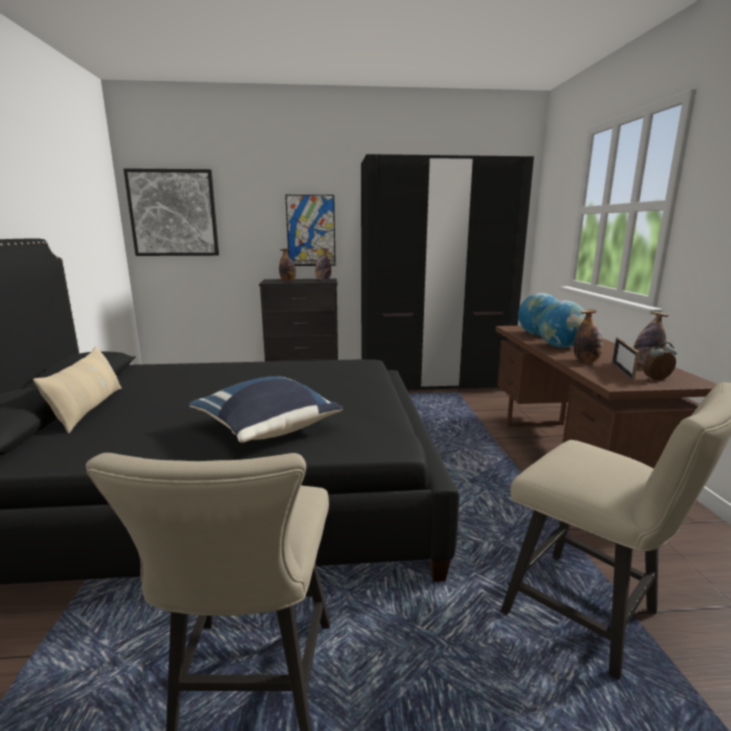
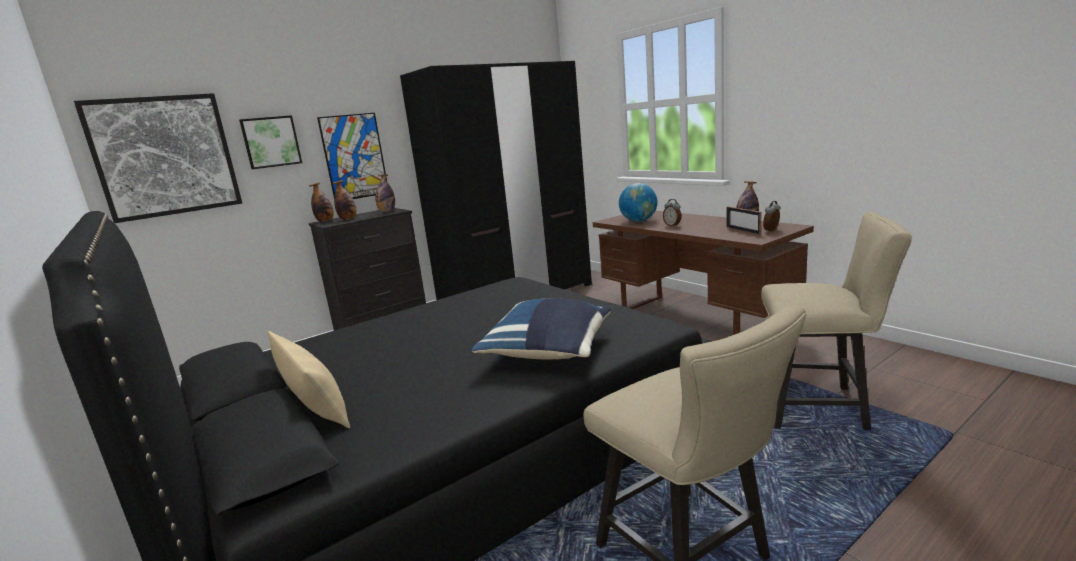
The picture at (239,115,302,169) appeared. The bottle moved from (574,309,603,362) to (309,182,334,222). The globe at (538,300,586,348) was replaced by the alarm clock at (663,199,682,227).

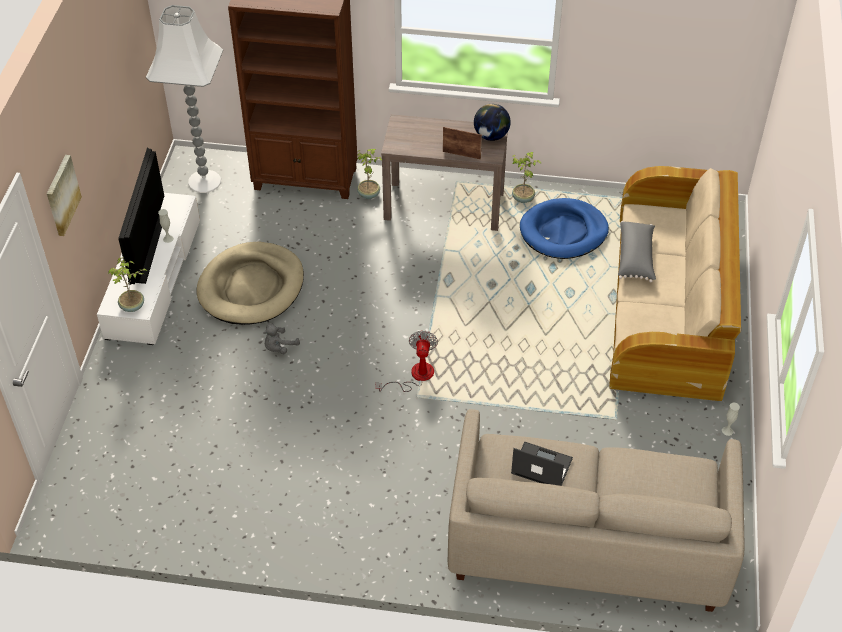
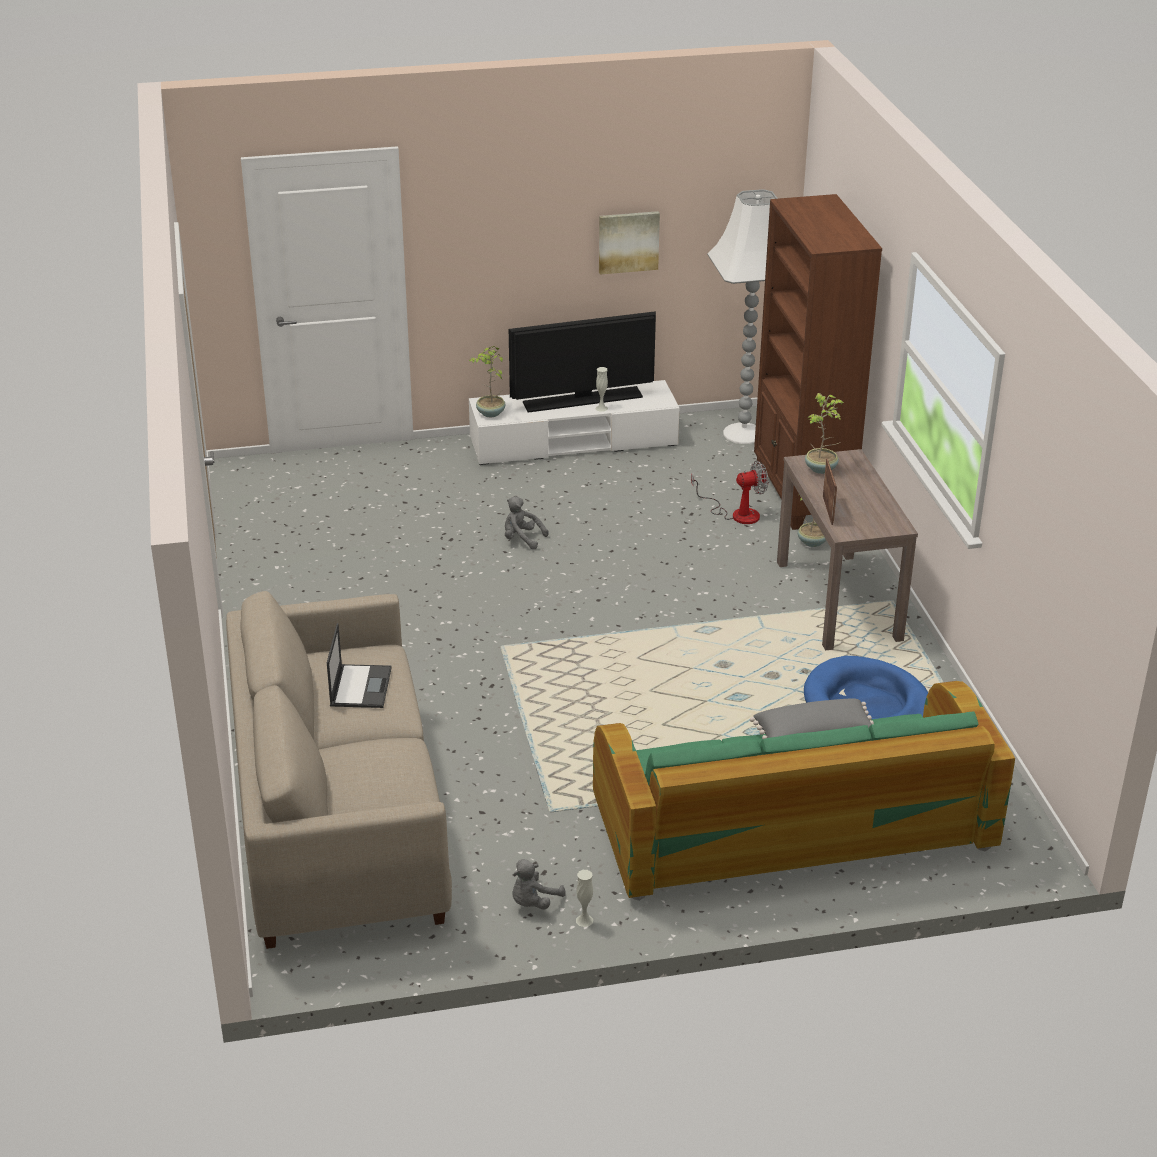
The dog bed in beige at (197,241,304,325) disappeared. The globe at (474,104,511,141) disappeared. The plush toy in grey at (513,859,566,910) appeared. The picture moved from (47,155,82,236) to (599,211,660,274). The fan moved from (376,330,438,392) to (691,461,768,524). The potted plant moved from (512,152,541,203) to (805,393,844,474). The sofa in beige at (609,166,741,402) became the sofa in green at (593,681,1015,901).

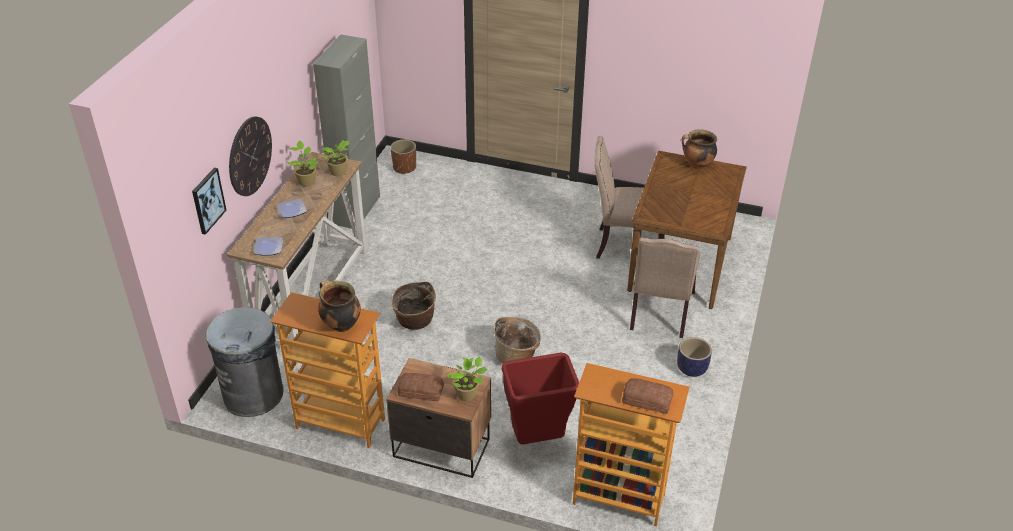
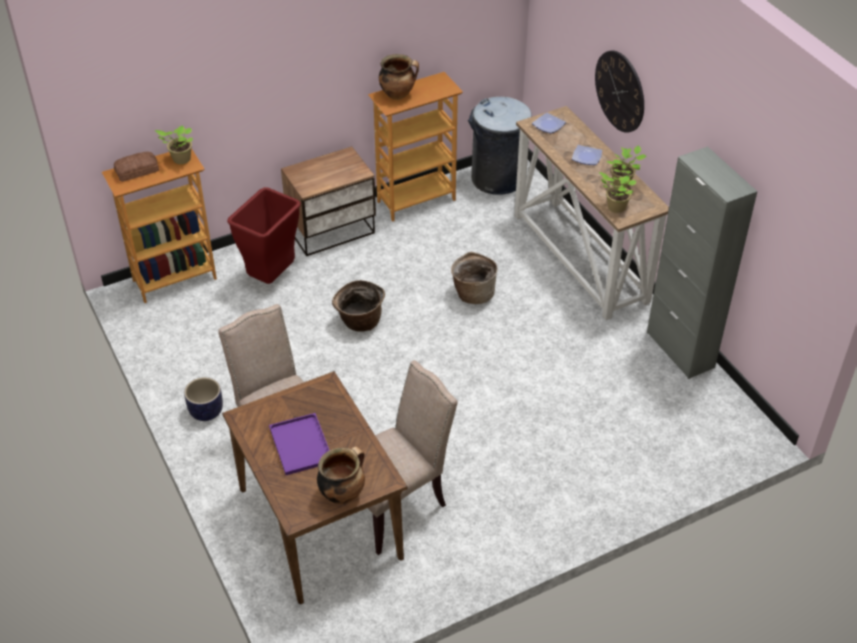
The picture at (192,168,227,235) disappeared. The planter in brown at (390,139,416,174) disappeared. The bread at (398,373,444,401) disappeared. The tray in purple at (269,413,329,475) appeared. The potted plant moved from (447,357,487,401) to (155,125,193,164).

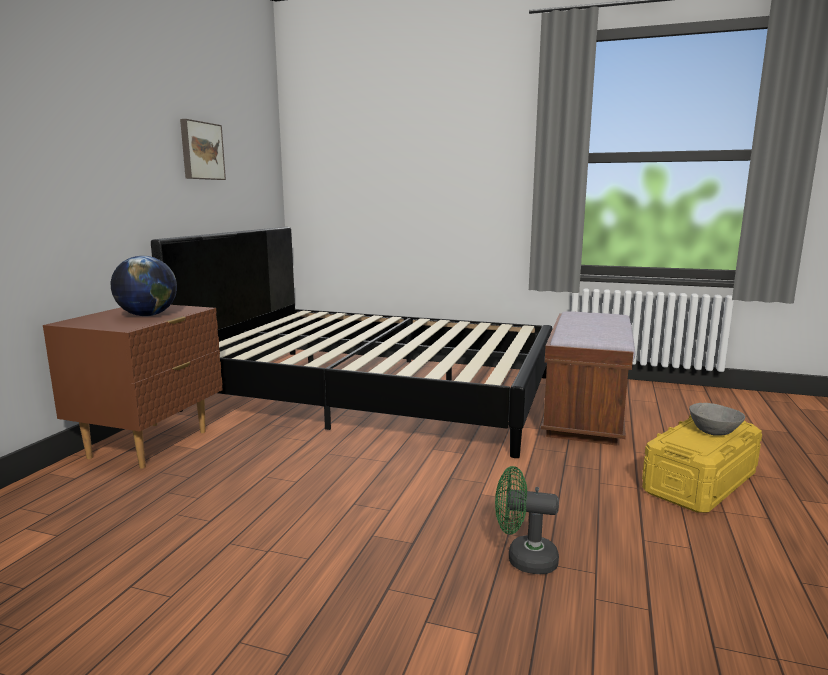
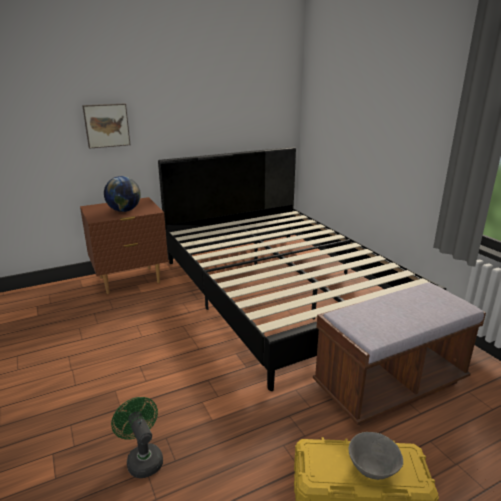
The picture moved from (180,119,226,180) to (82,104,130,149).

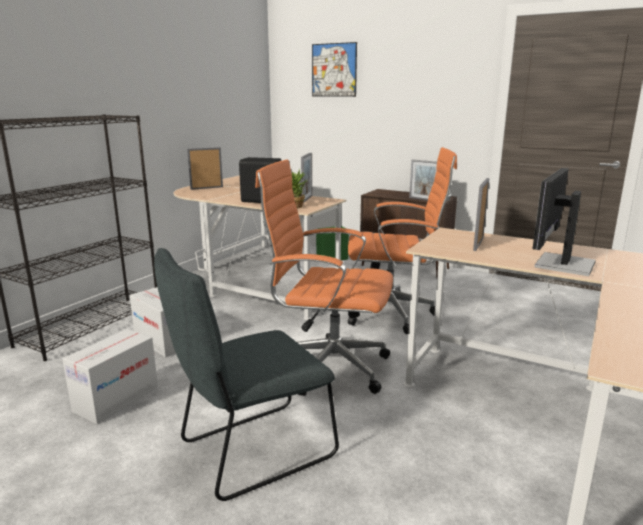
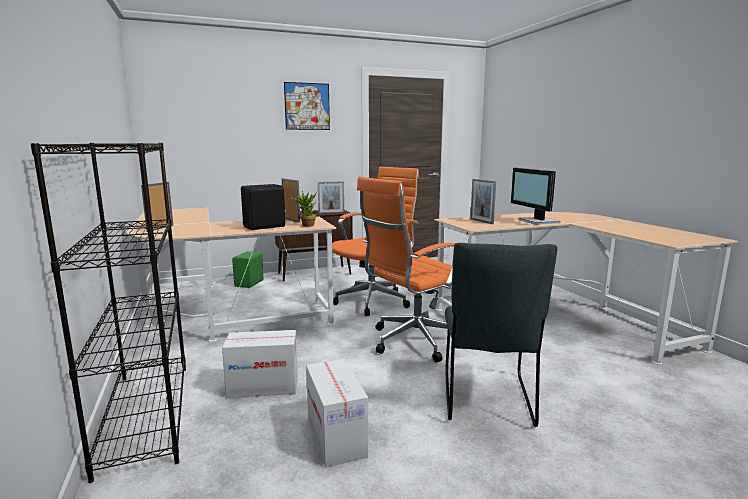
The picture moved from (312,42,357,97) to (284,82,330,130).

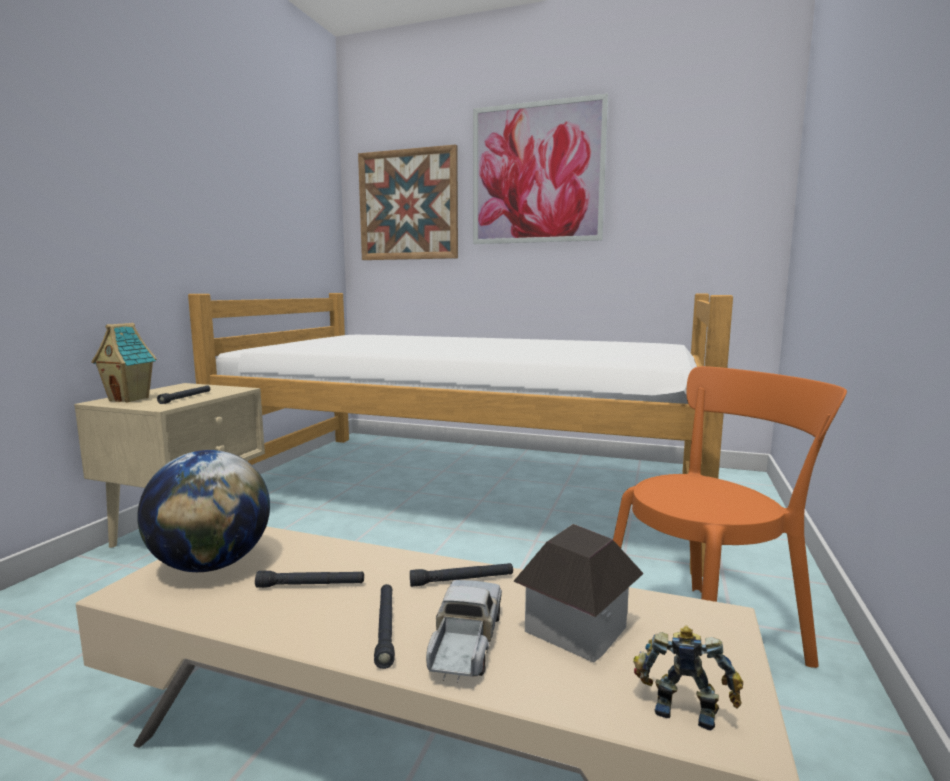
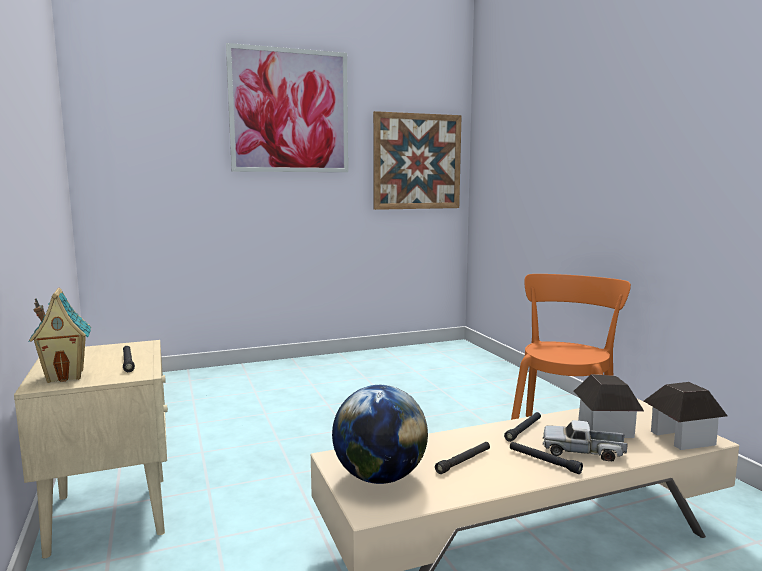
The bed at (188,293,733,577) disappeared. The picture moved from (358,144,458,260) to (373,111,462,210). The toy robot at (633,625,743,731) was replaced by the toy house at (644,382,727,450). The toy truck at (426,580,502,683) turned 45 degrees counterclockwise.

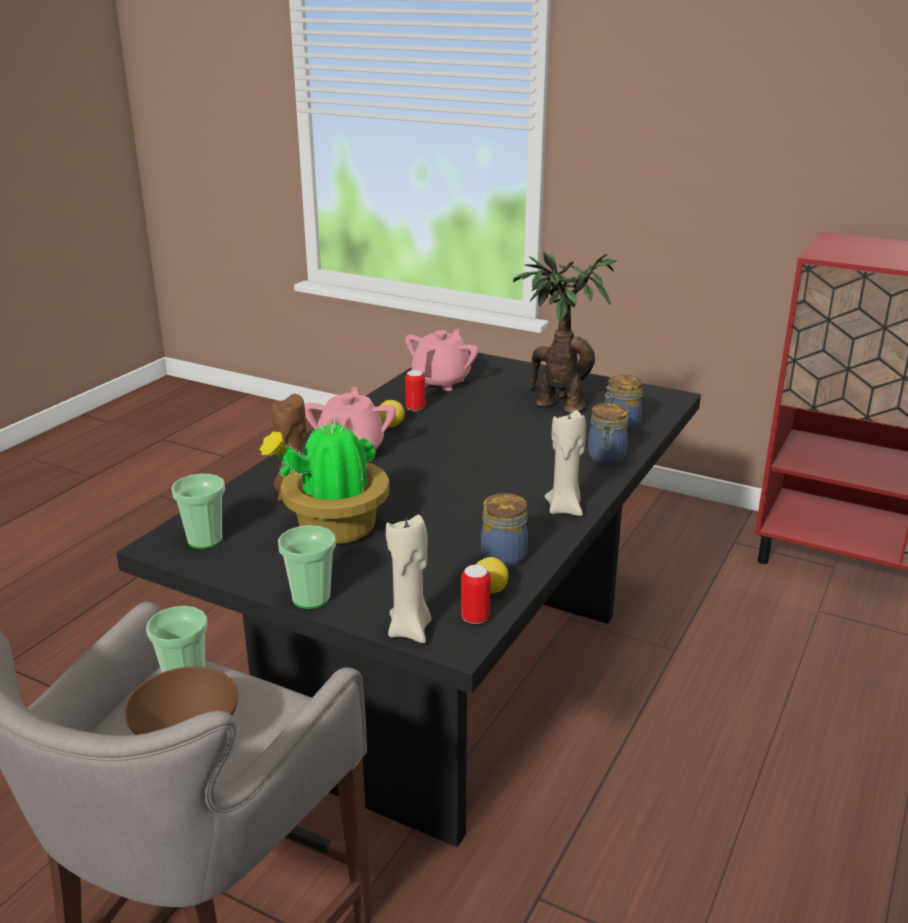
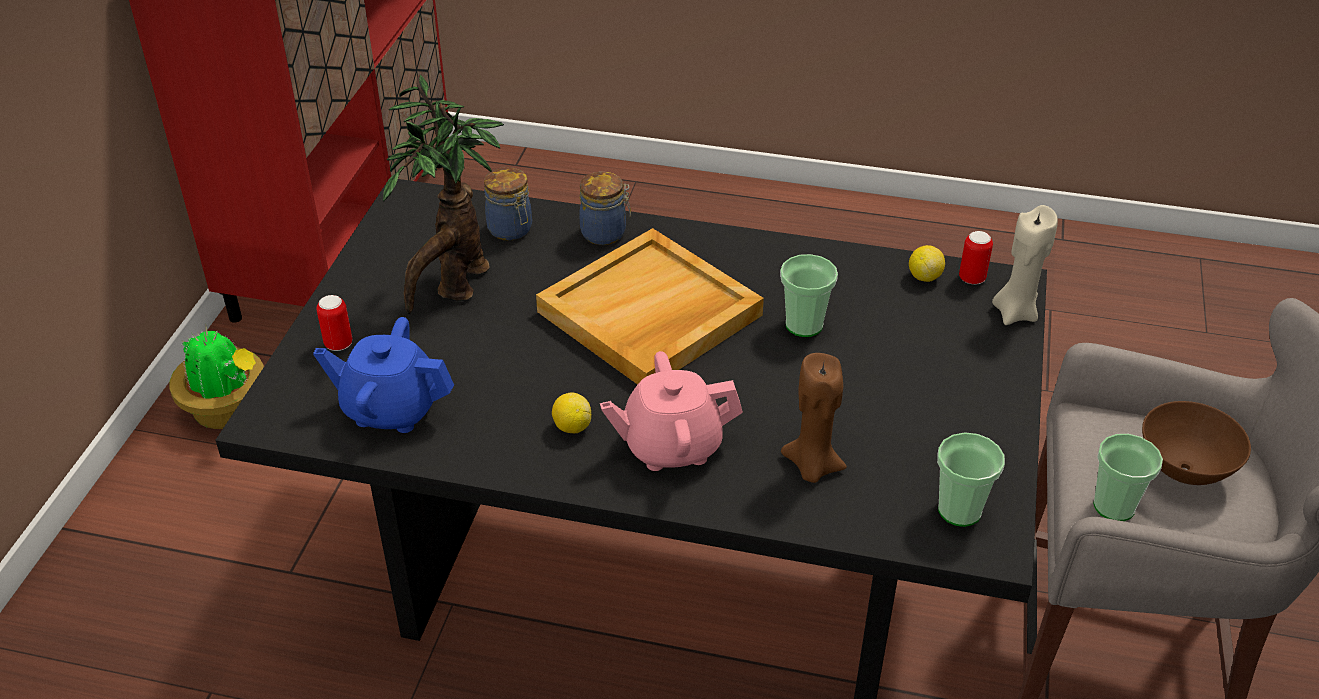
The jar at (481,493,528,567) disappeared. The candle in beige at (544,410,586,516) disappeared. The tray in beige at (536,228,764,385) appeared. The potted plant moved from (260,417,390,544) to (169,326,264,429). The cup moved from (278,525,336,609) to (780,254,838,337). The can moved from (405,370,425,411) to (317,295,352,351). The teapot in pink at (405,329,479,391) became the teapot in blue at (313,317,454,433).

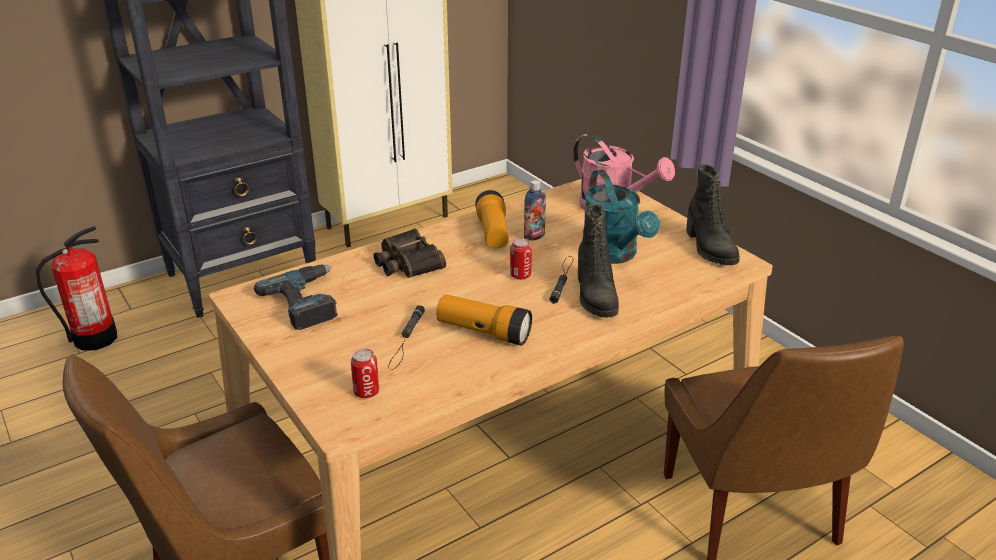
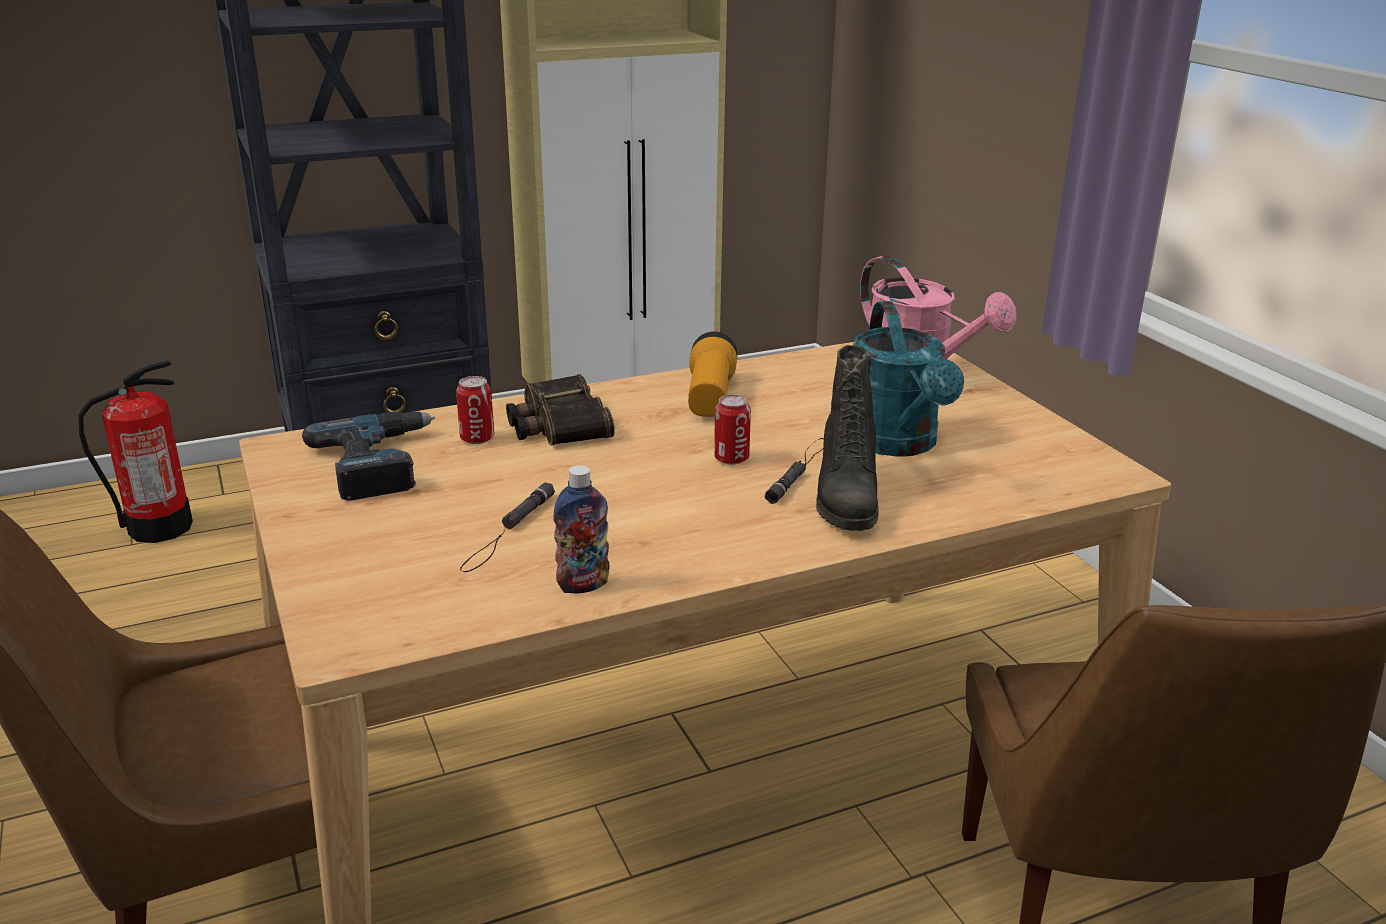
The flashlight at (437,294,532,345) disappeared. The boot in black at (686,164,740,265) disappeared. The can moved from (351,348,380,398) to (456,376,494,444). The bottle moved from (524,180,546,241) to (553,465,609,594).

